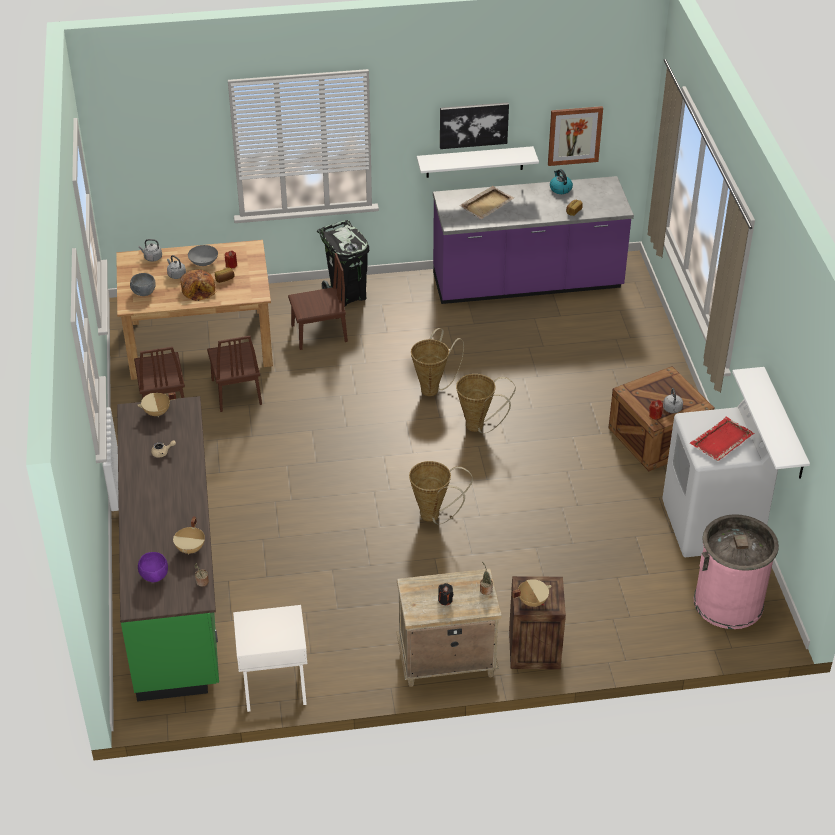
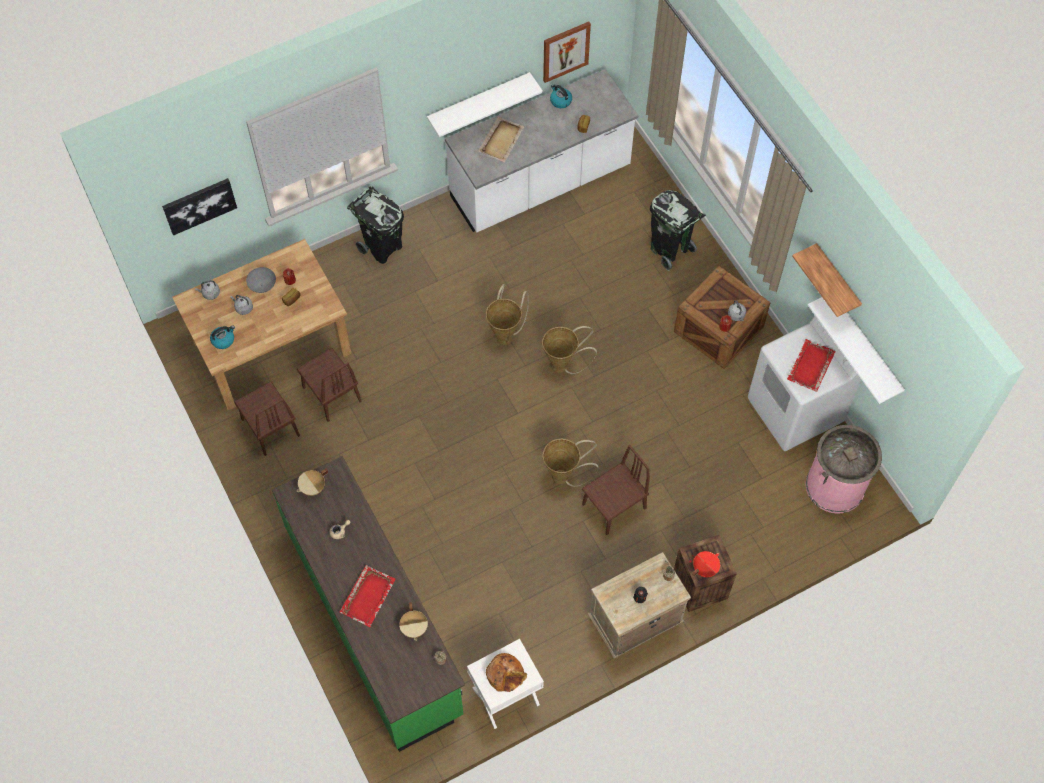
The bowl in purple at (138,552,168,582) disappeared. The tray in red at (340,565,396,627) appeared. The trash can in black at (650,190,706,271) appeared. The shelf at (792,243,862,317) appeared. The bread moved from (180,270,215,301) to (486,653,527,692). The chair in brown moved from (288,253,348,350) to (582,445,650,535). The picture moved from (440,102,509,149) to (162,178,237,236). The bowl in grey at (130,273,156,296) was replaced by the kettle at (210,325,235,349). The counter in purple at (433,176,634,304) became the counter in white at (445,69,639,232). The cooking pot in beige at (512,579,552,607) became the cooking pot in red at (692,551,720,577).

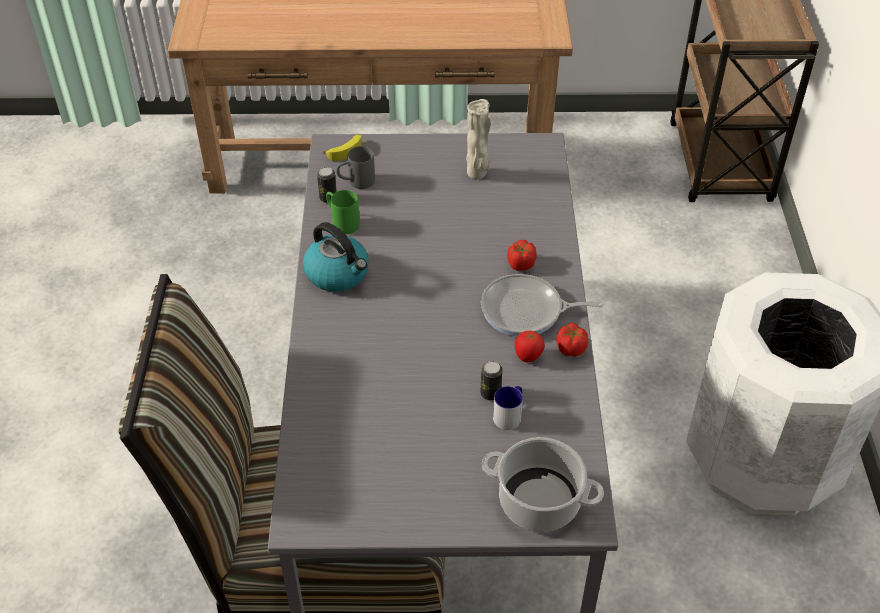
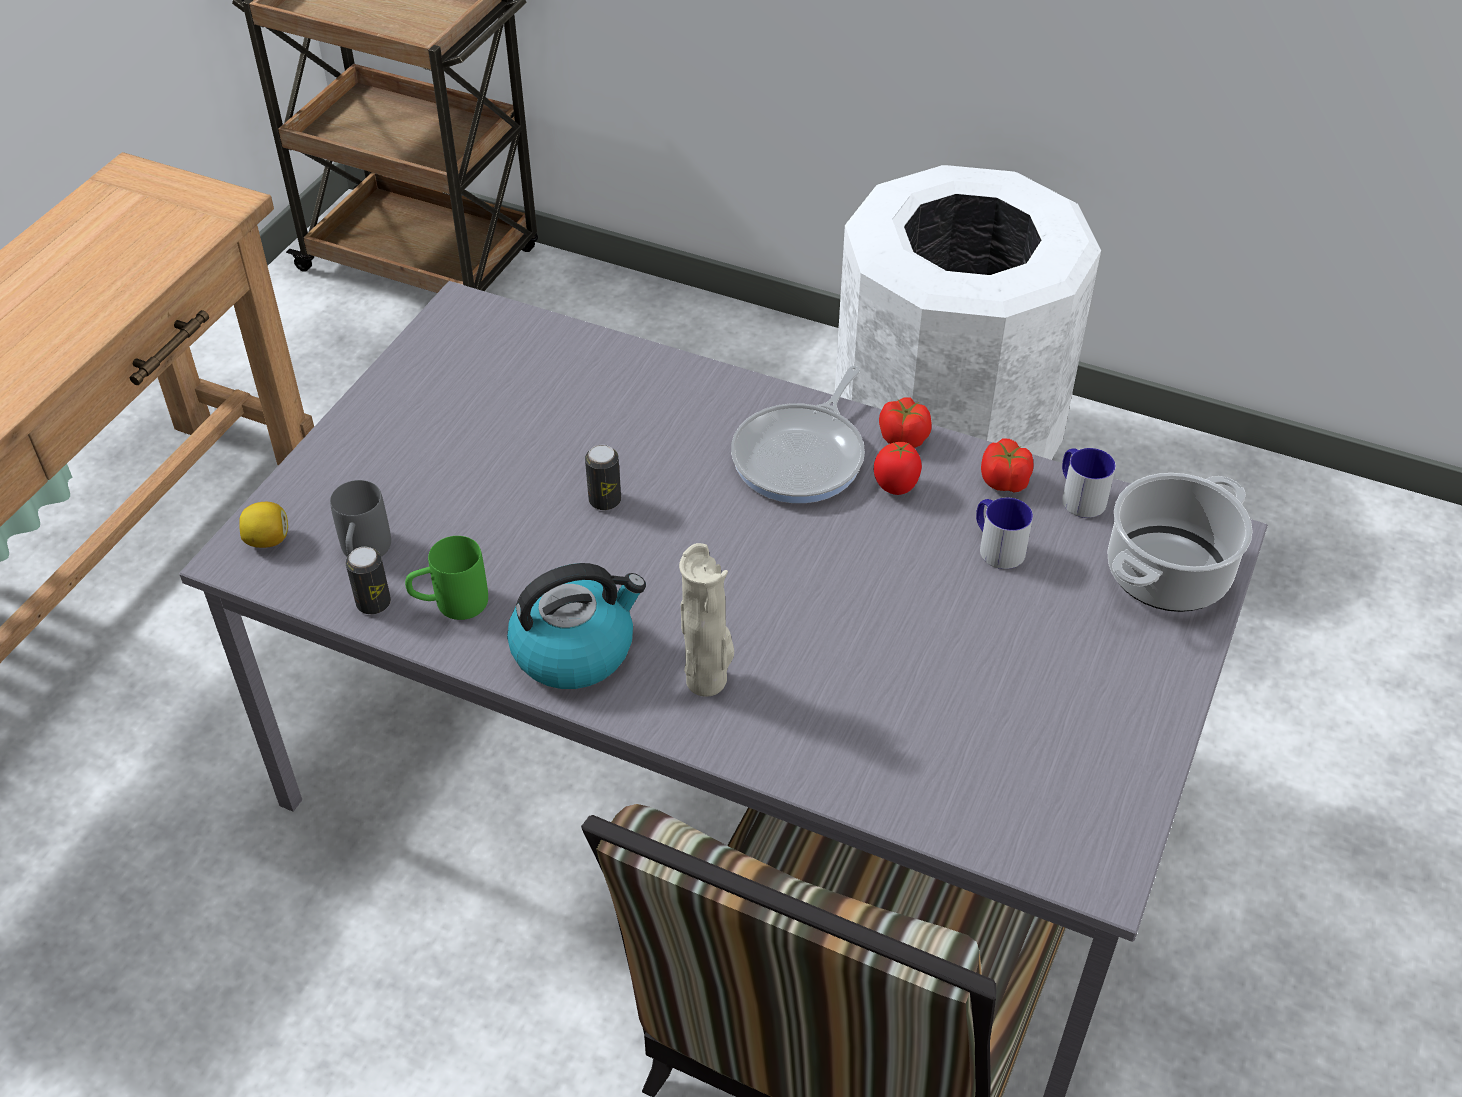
The mug at (1062,448,1116,518) appeared. The vase in beige moved from (466,99,491,179) to (679,543,734,697). The can moved from (480,361,502,401) to (585,445,621,510). The tomato moved from (507,240,537,271) to (981,438,1034,492). The banana at (323,134,362,161) was replaced by the lemon at (239,502,288,548).

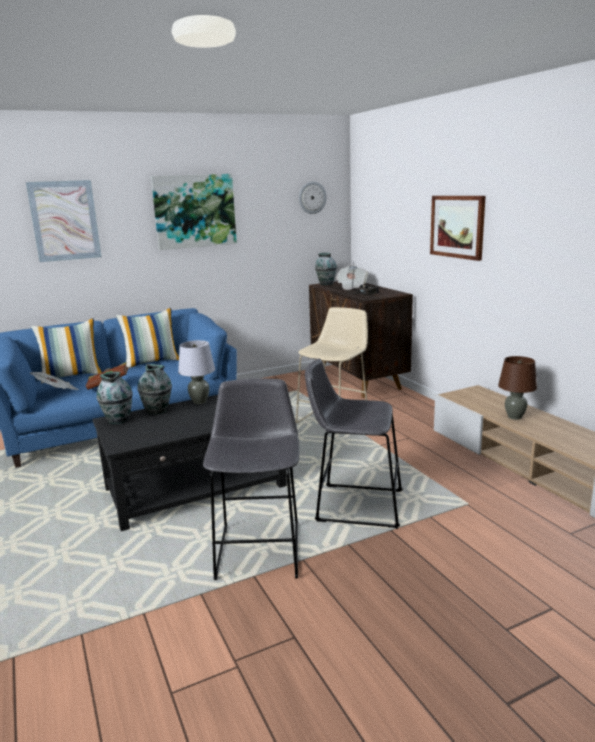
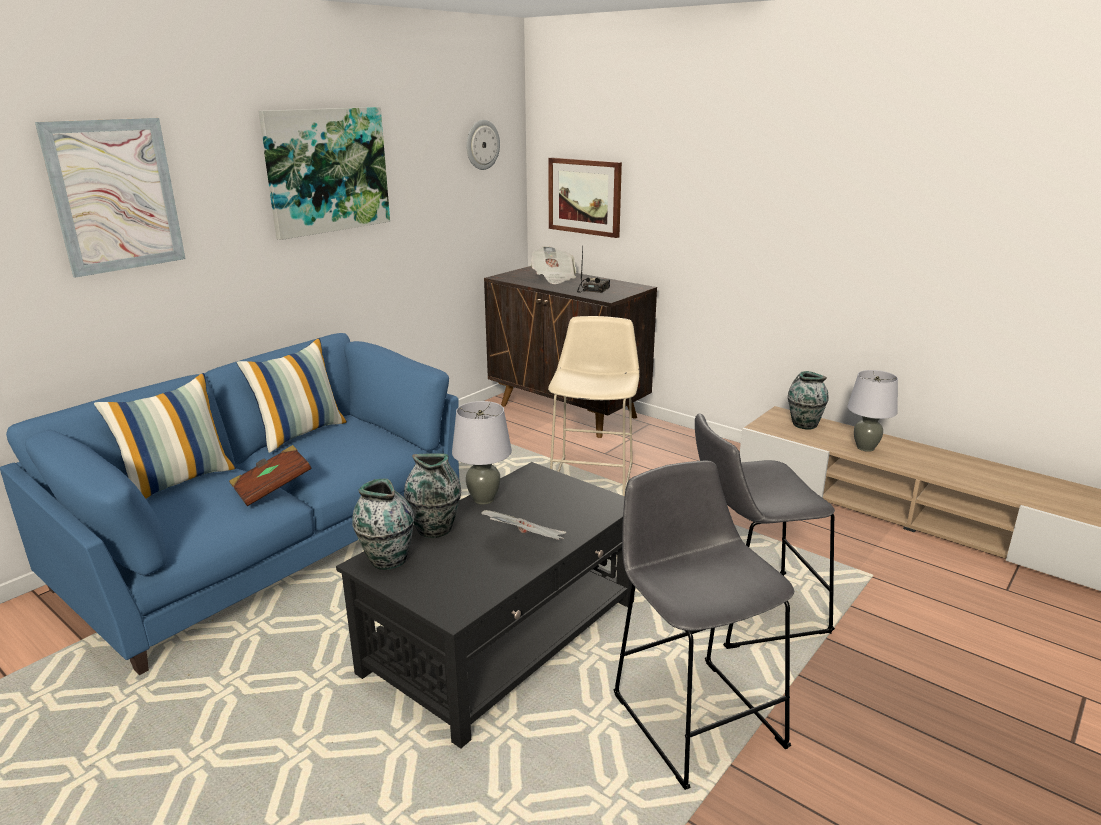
The newspaper moved from (30,372,79,390) to (481,510,567,540). The vase moved from (315,253,337,285) to (788,371,828,430). The picture moved from (430,196,485,261) to (548,158,622,238). The table lamp in brown at (498,356,537,420) became the table lamp in grey at (847,370,898,452).

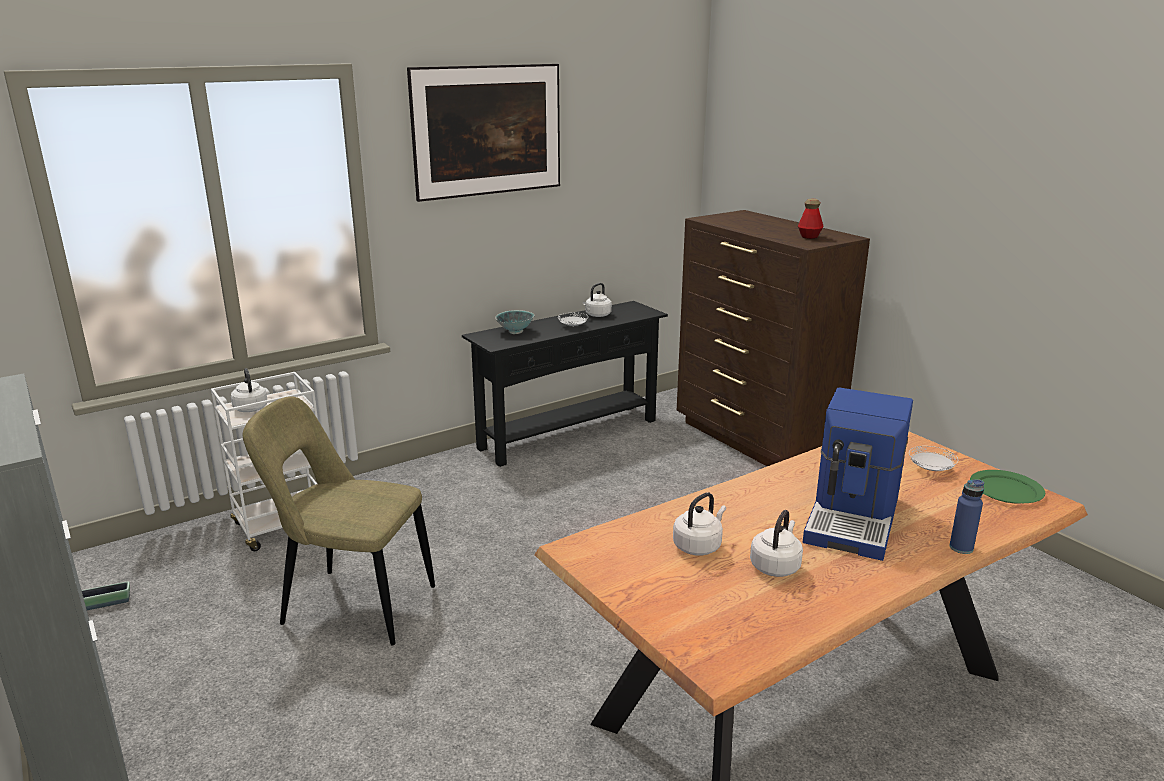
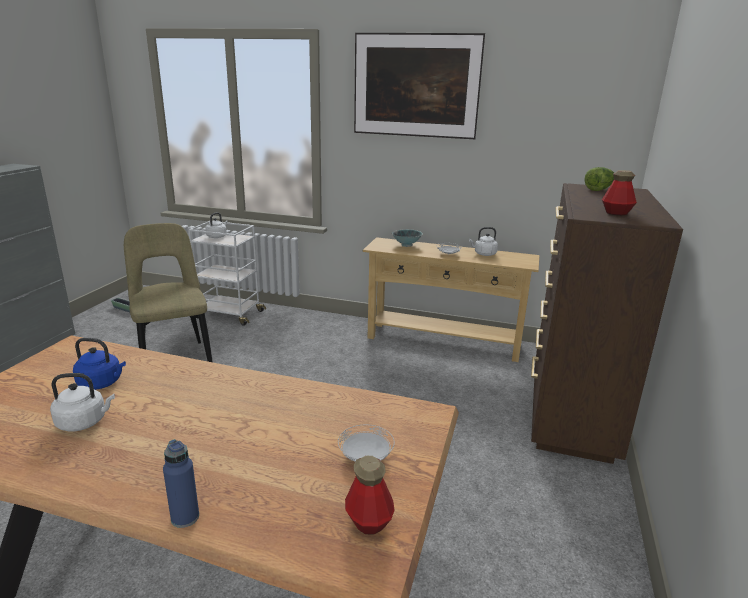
The coffee machine at (803,387,913,561) disappeared. The lettuce at (584,167,614,191) appeared. The plate in green at (970,470,1045,503) was replaced by the bottle at (345,456,395,535). The console table in black at (462,301,668,467) became the console table in beige at (363,237,539,362). The kettle in white at (673,492,726,555) became the kettle in blue at (73,338,126,390).

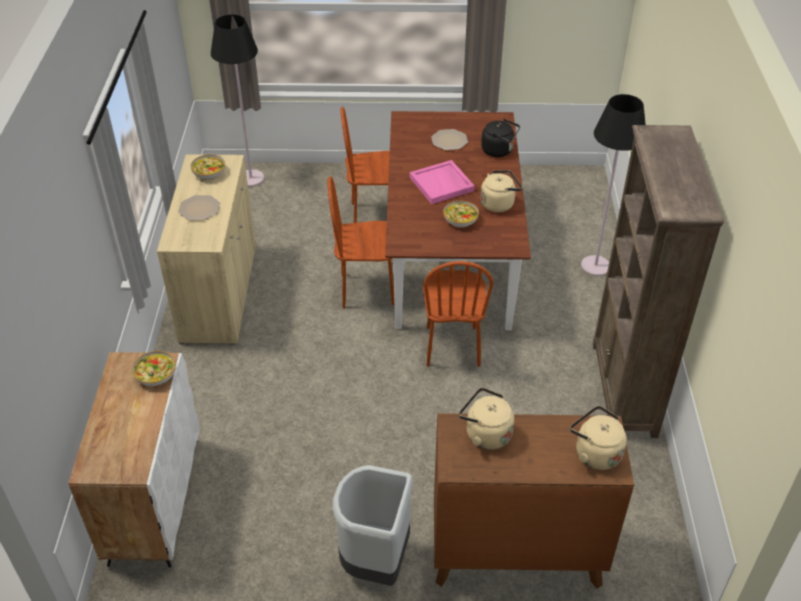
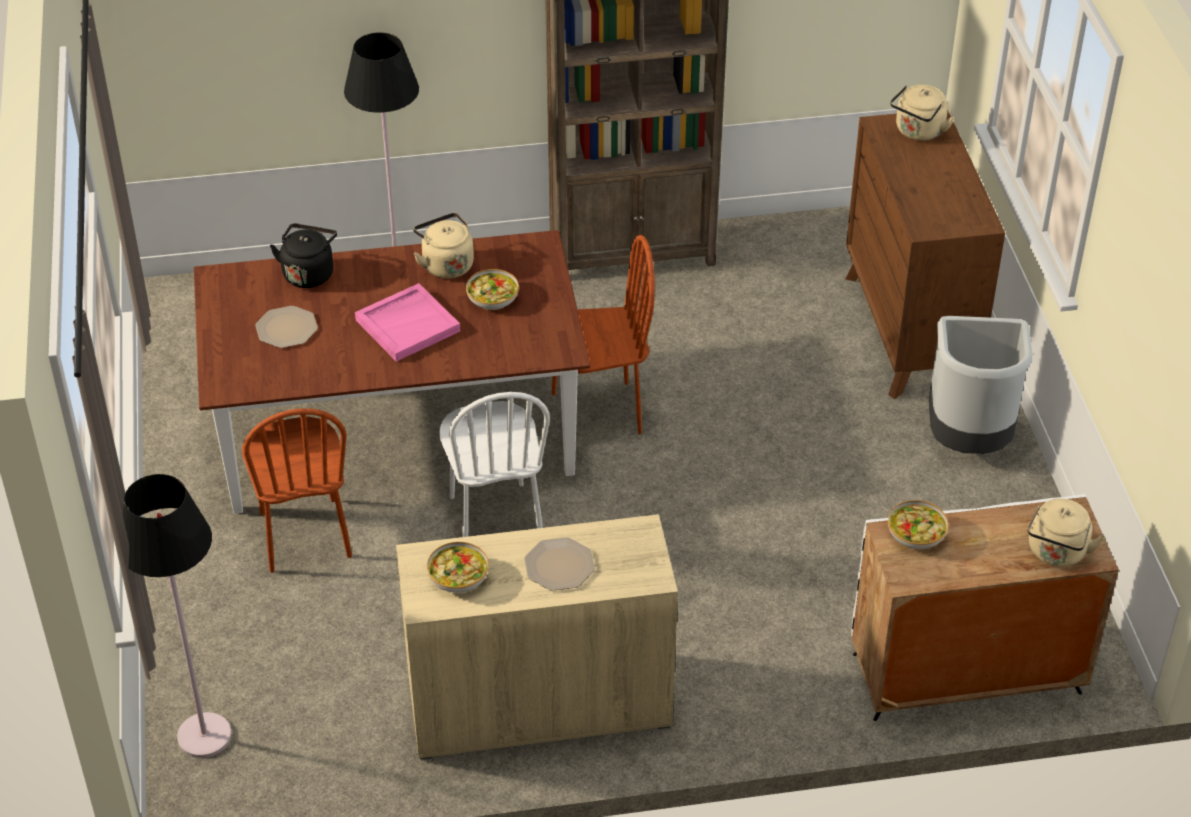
The kettle in beige moved from (459,388,514,450) to (1027,498,1105,567). The chair in brown at (328,176,395,309) became the chair in white at (439,392,550,537).

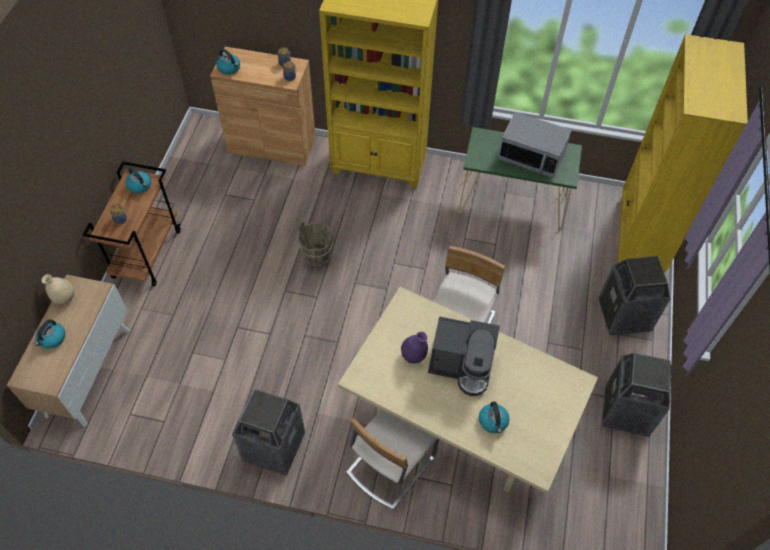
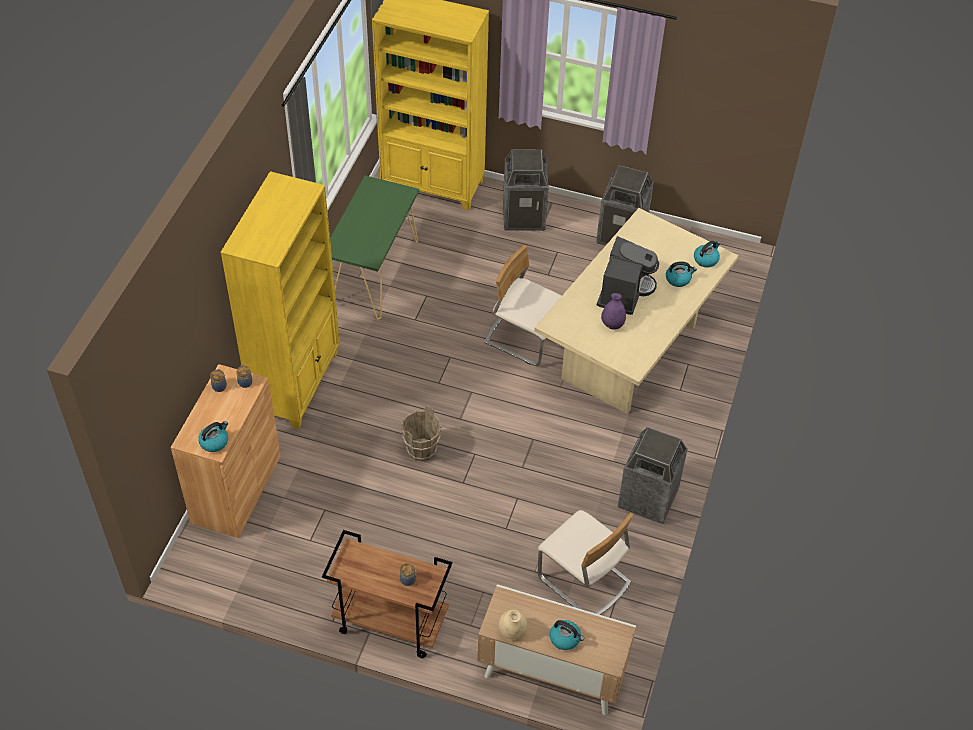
The microwave at (498,112,572,178) disappeared. The kettle moved from (126,168,151,193) to (694,241,720,267). The chair in beige moved from (346,409,439,510) to (538,510,633,615).

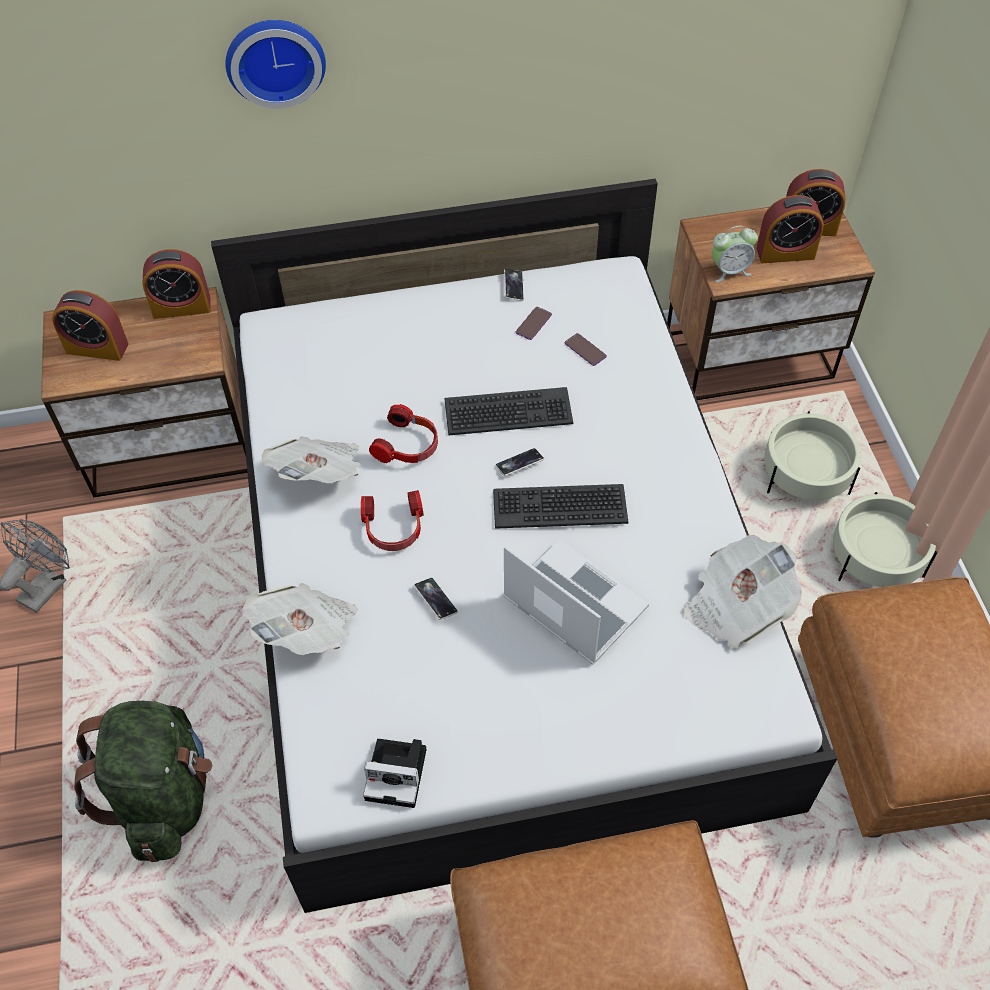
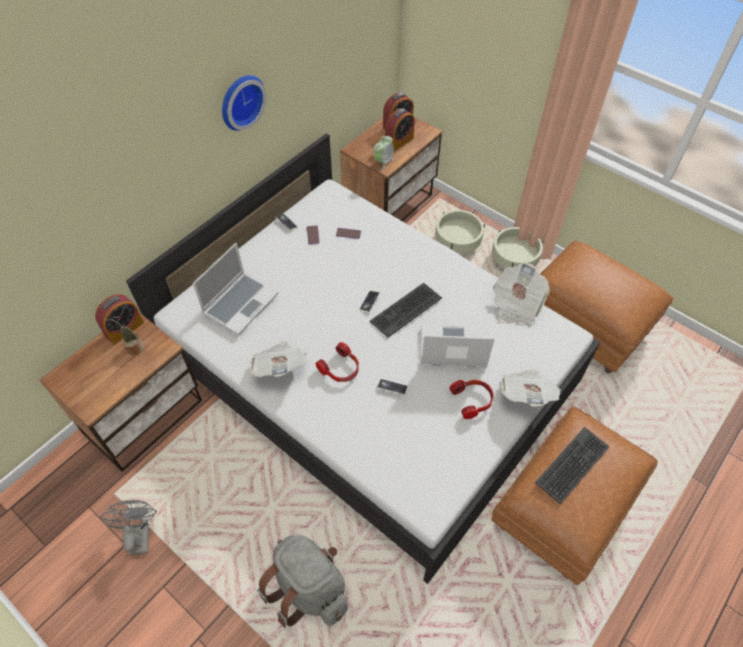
The alarm clock at (52,290,129,361) disappeared. The photo camera at (363,739,426,808) disappeared. The potted plant at (110,319,144,355) appeared. The laptop at (193,243,278,335) appeared. The wall clock moved from (225,20,326,109) to (222,75,267,131). The newspaper moved from (242,583,358,655) to (501,369,561,407). The headphones moved from (369,404,438,463) to (449,380,494,419). The keyboard moved from (444,387,574,435) to (535,427,610,504). The backpack in green at (74,701,213,862) became the backpack in grey at (257,534,348,628).

